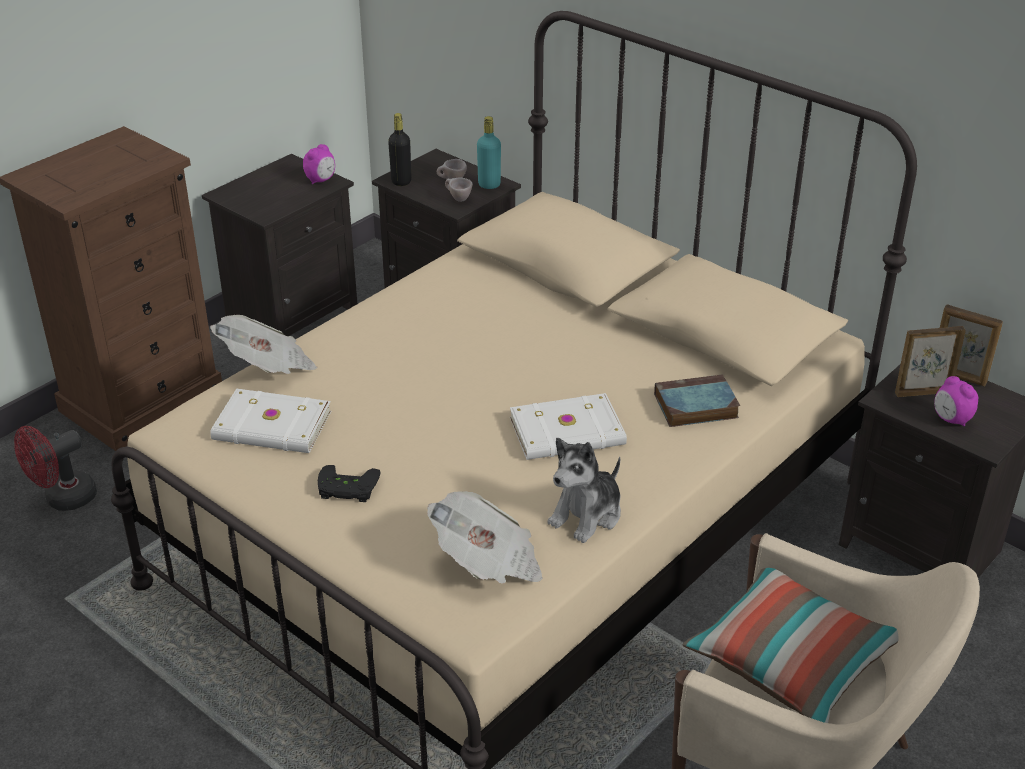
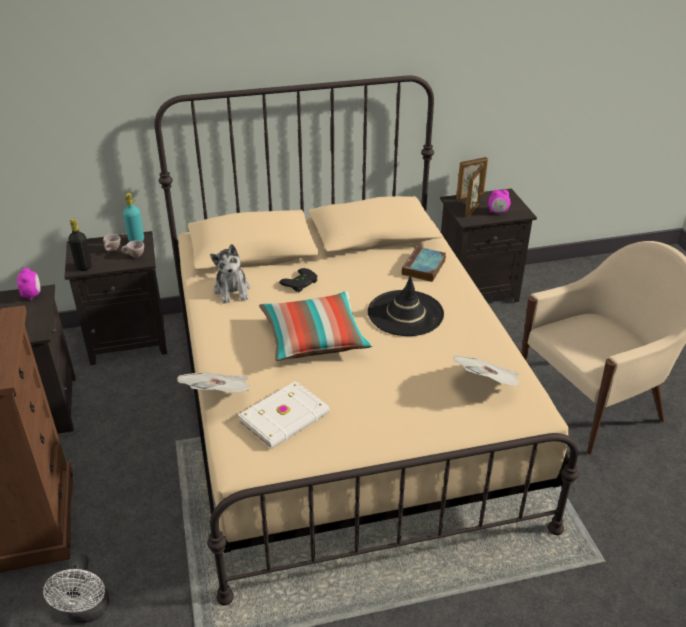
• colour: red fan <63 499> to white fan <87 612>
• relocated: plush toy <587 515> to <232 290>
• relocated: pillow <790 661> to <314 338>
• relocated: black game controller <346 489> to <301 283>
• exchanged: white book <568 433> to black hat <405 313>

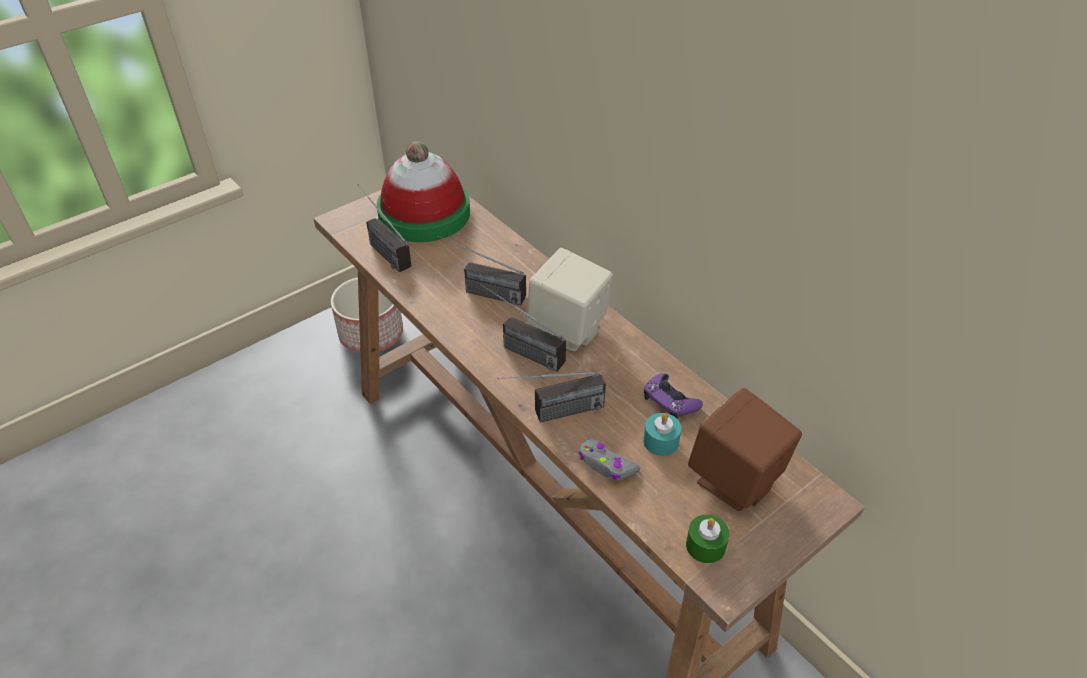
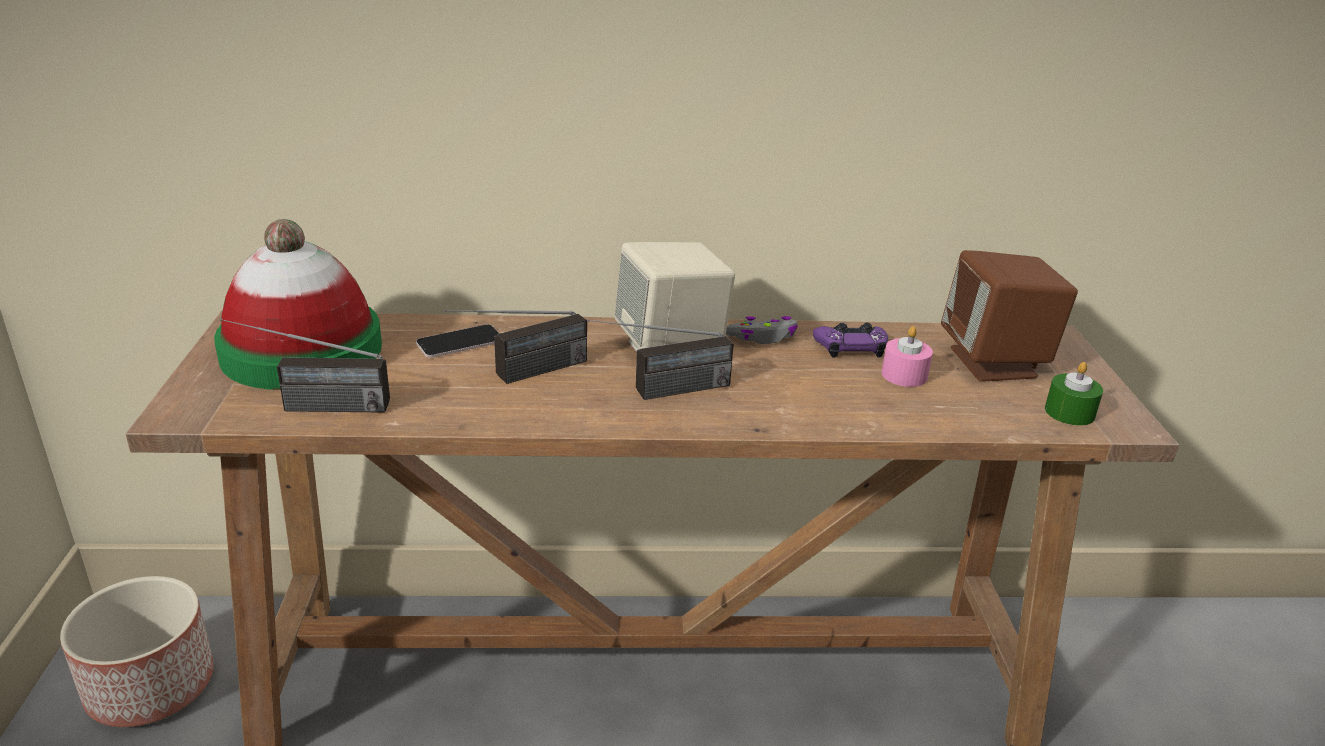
• appeared: phone <460 342>
• relocated: grey game controller <606 465> to <762 337>
• colour: turquoise candle <661 441> to pink candle <904 375>
• missing: radio <552 414>

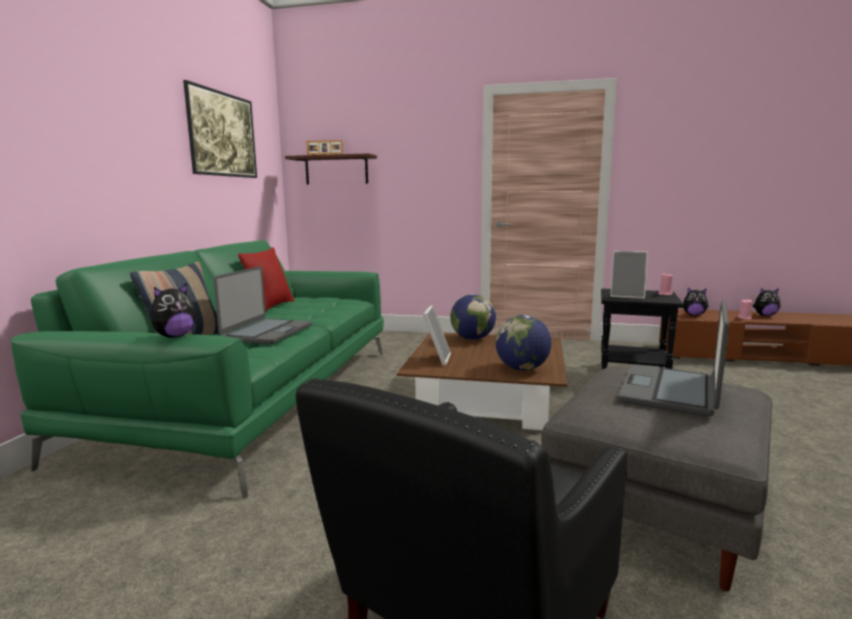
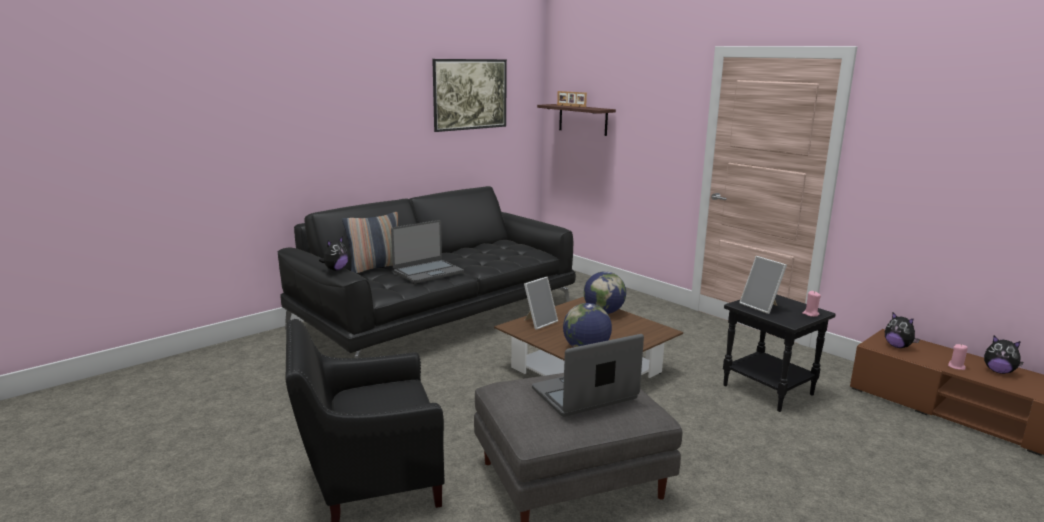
• colour: green sofa <256 396> to black sofa <438 316>
• spun: plush toy <175 336> = <335 269> 45 degrees counterclockwise
• missing: red pillow <271 306>

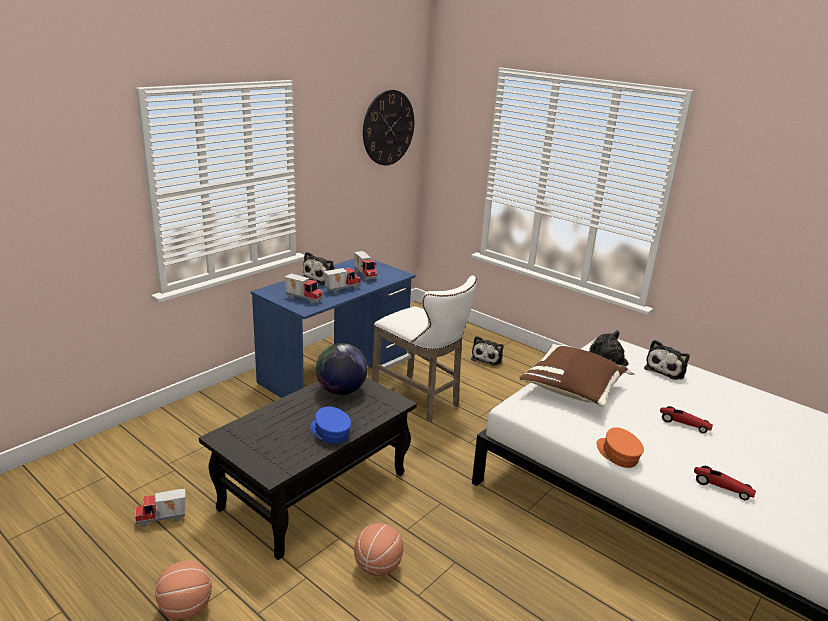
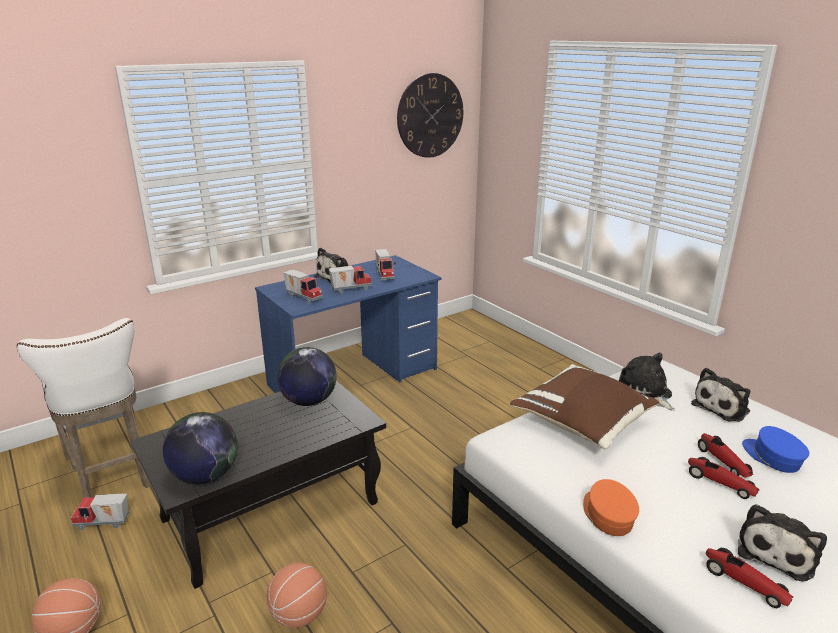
• relocated: white stool <420 400> to <111 473>
• appeared: globe <205 476>
• appeared: toy car <723 461>
• relocated: plush toy <488 358> to <776 551>
• relocated: blue cap <330 432> to <772 457>

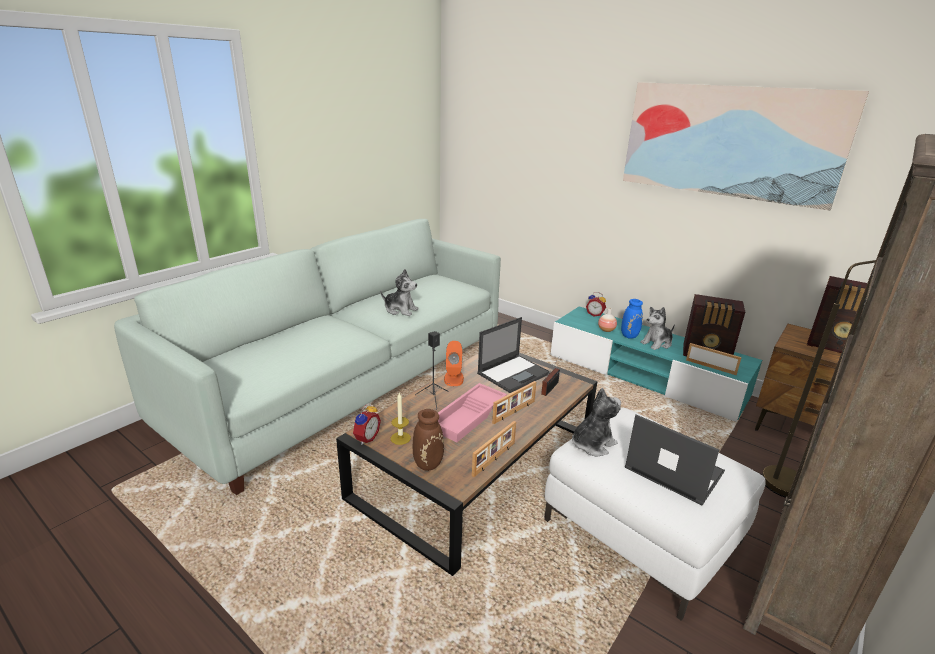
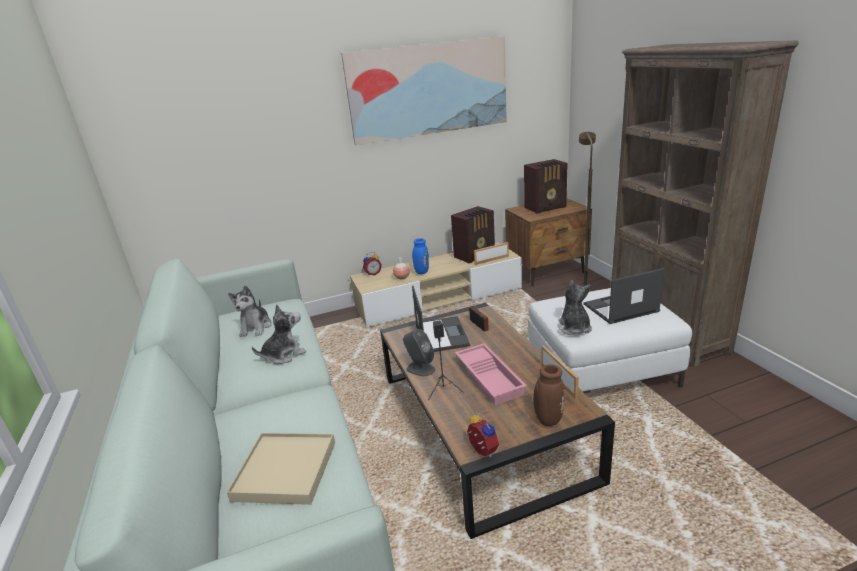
• appeared: beige tray <285 471>
• relocated: plush toy <657 343> to <256 327>
• colour: turquoise tv stand <644 376> to beige tv stand <438 298>
• colour: orange speaker <453 378> to grey speaker <420 369>
• missing: candle <400 438>
• missing: picture frame <514 412>

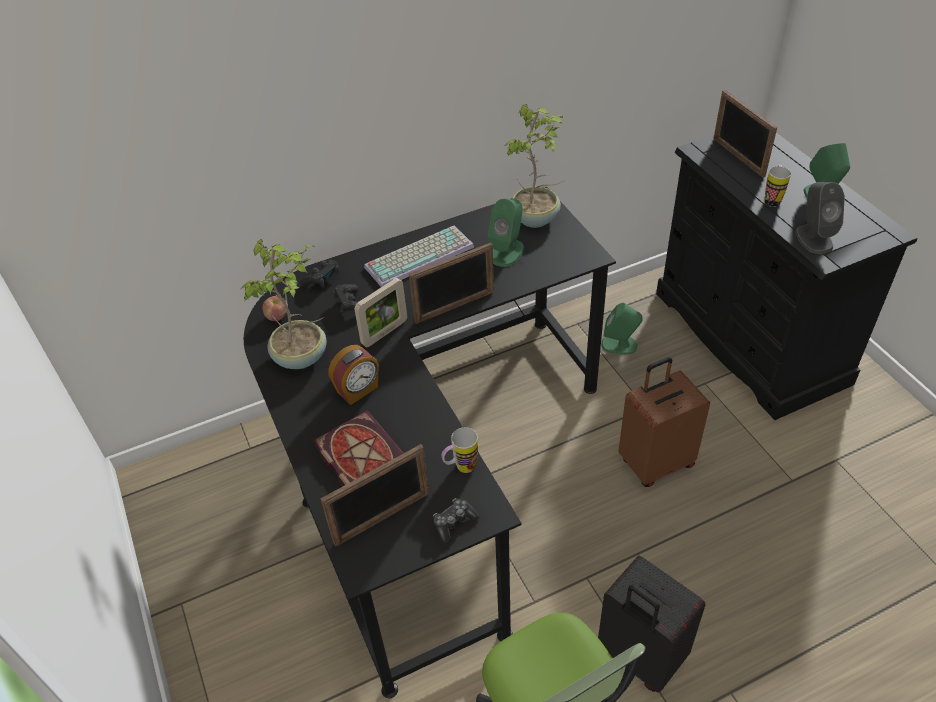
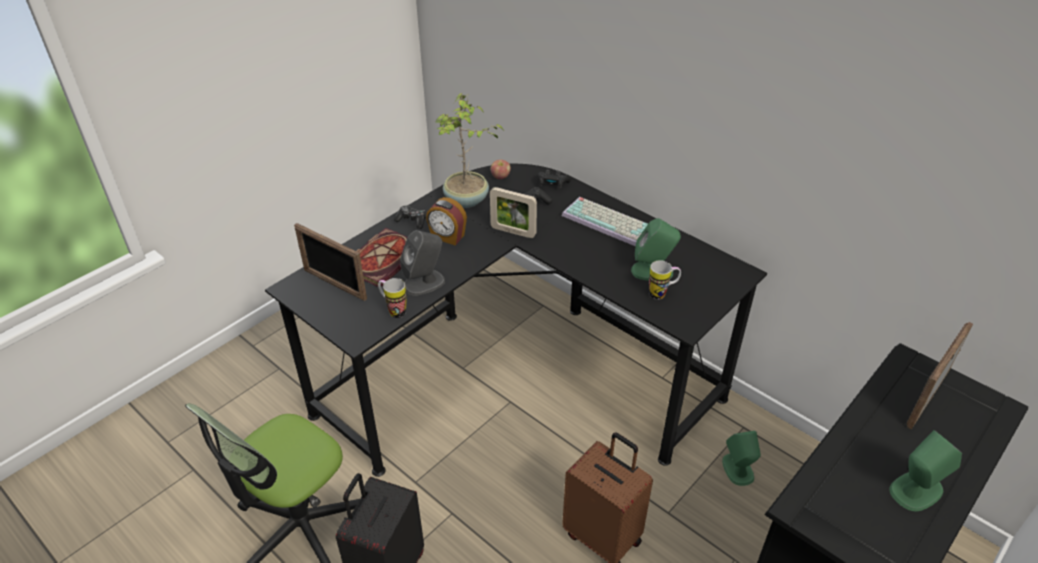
• relocated: game controller <454 523> to <412 221>
• relocated: grey speaker <813 238> to <424 283>
• relocated: mug <772 199> to <662 294>
• missing: picture frame <455 307>
• missing: potted plant <536 219>

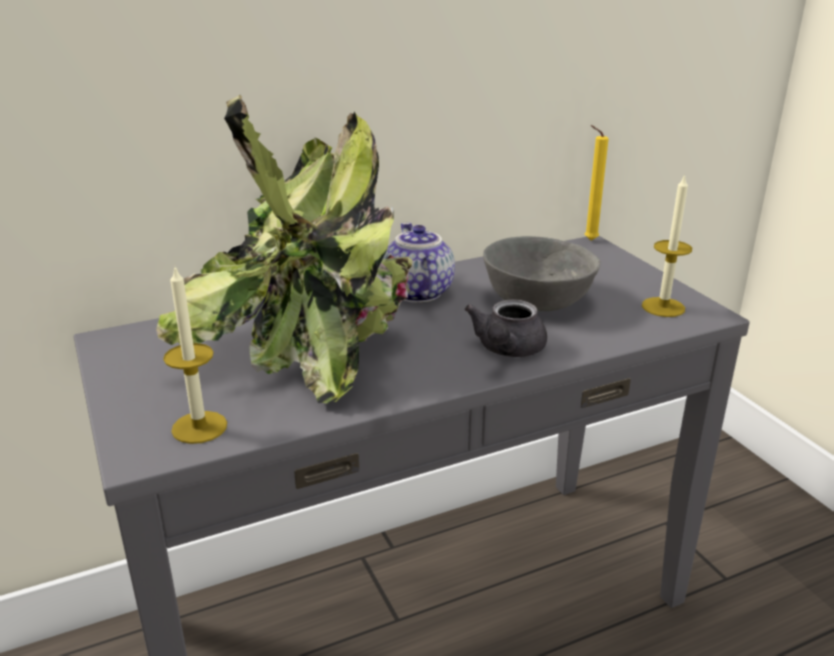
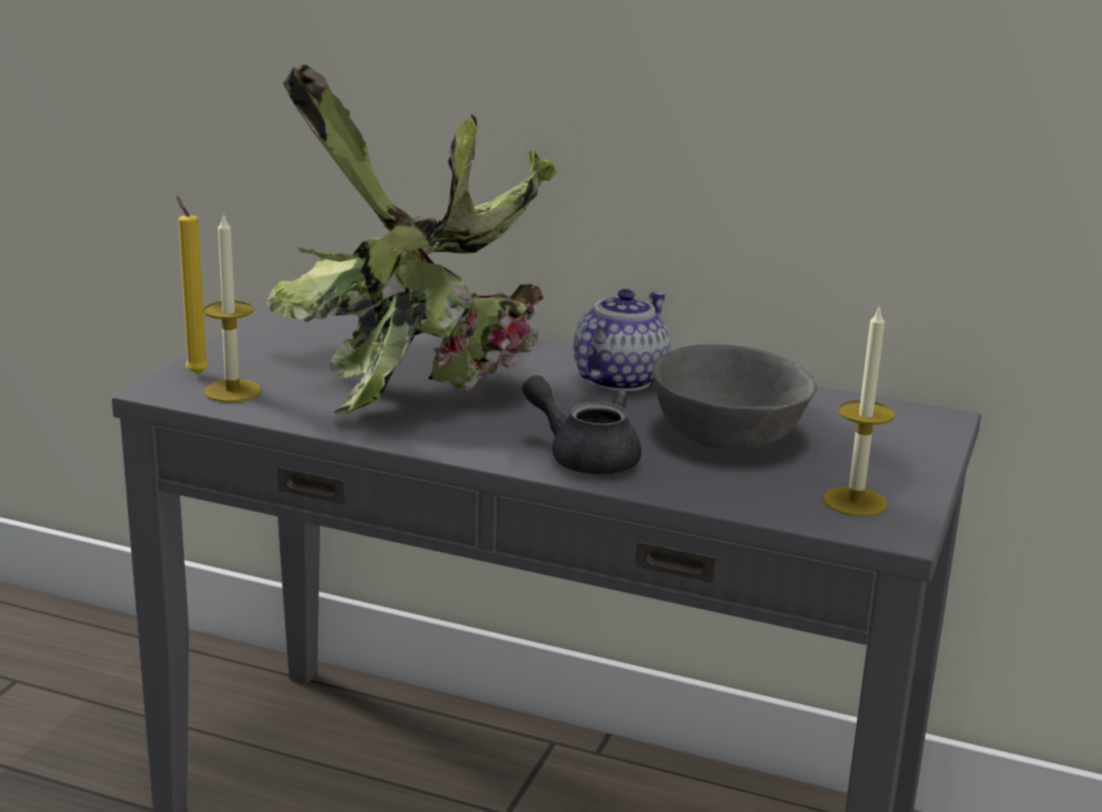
• relocated: yellow candle <588 240> to <195 373>
• spun: grey teapot <507 350> = <585 456> 60 degrees clockwise

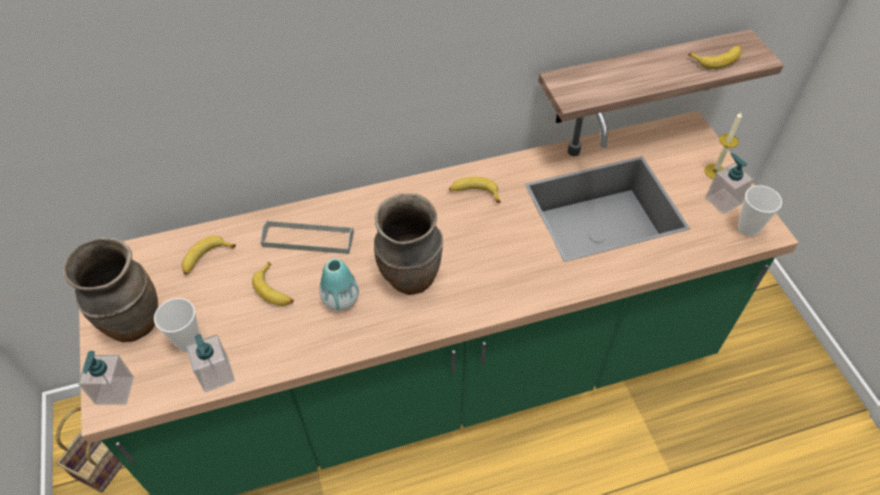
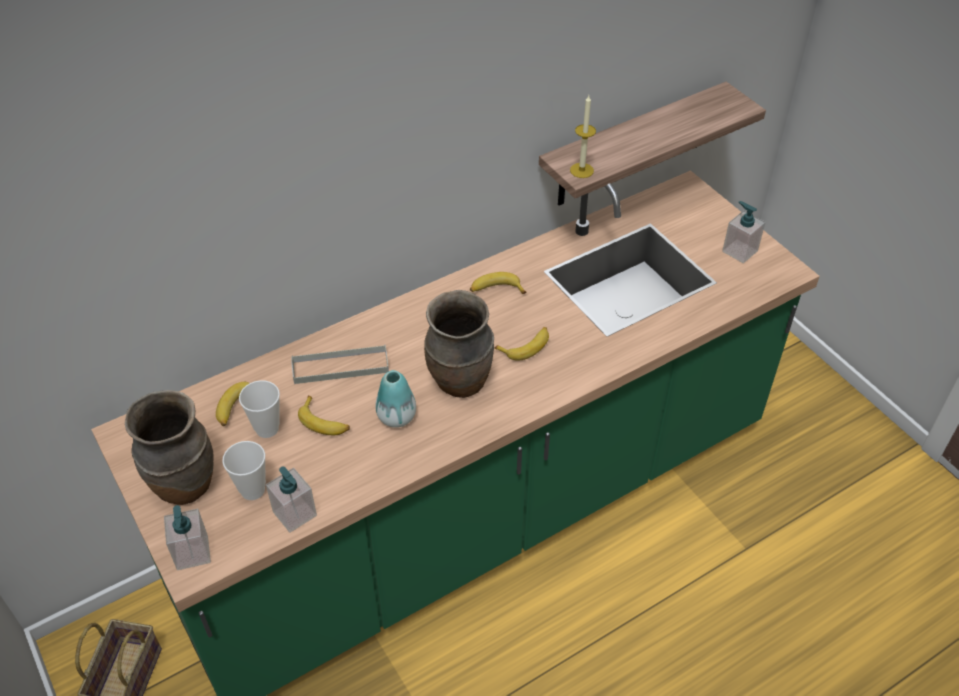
• relocated: cup <747 228> to <267 429>
• relocated: banana <717 59> to <526 346>
• relocated: candle <715 172> to <581 170>

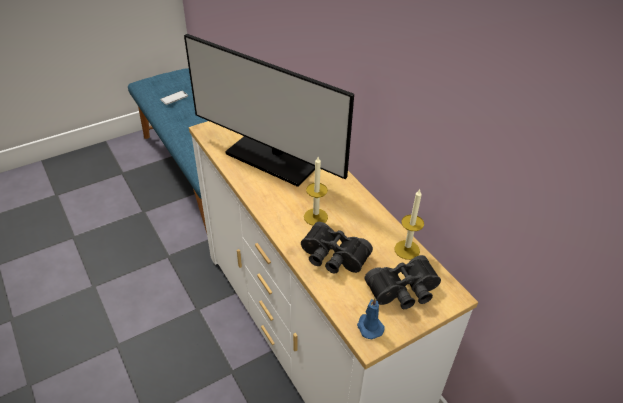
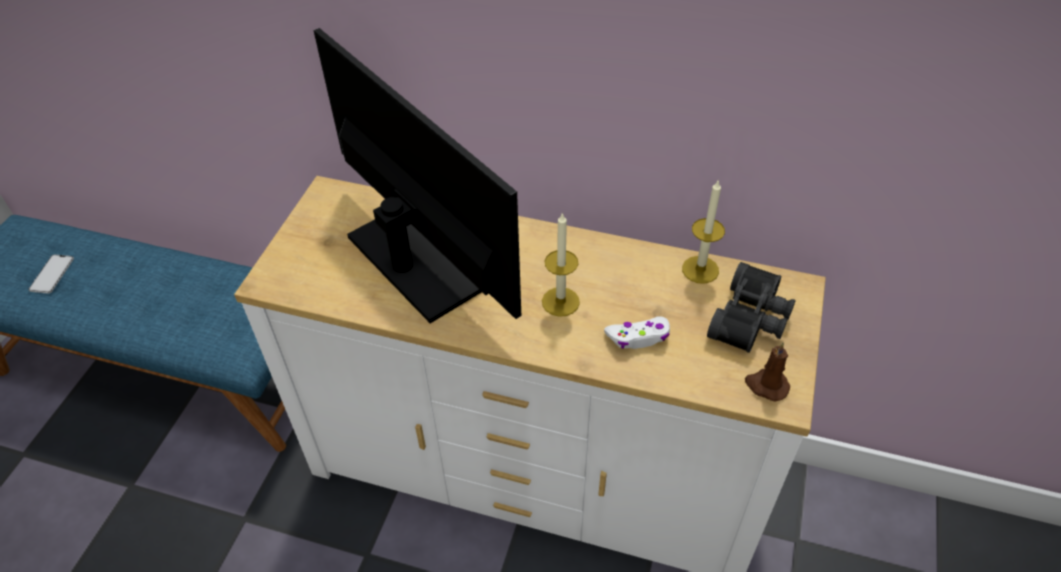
• spun: monitor <272 159> = <415 262> 120 degrees counterclockwise
• exchanged: black binoculars <332 258> to white game controller <638 337>
• colour: blue candle <369 326> to brown candle <766 385>

